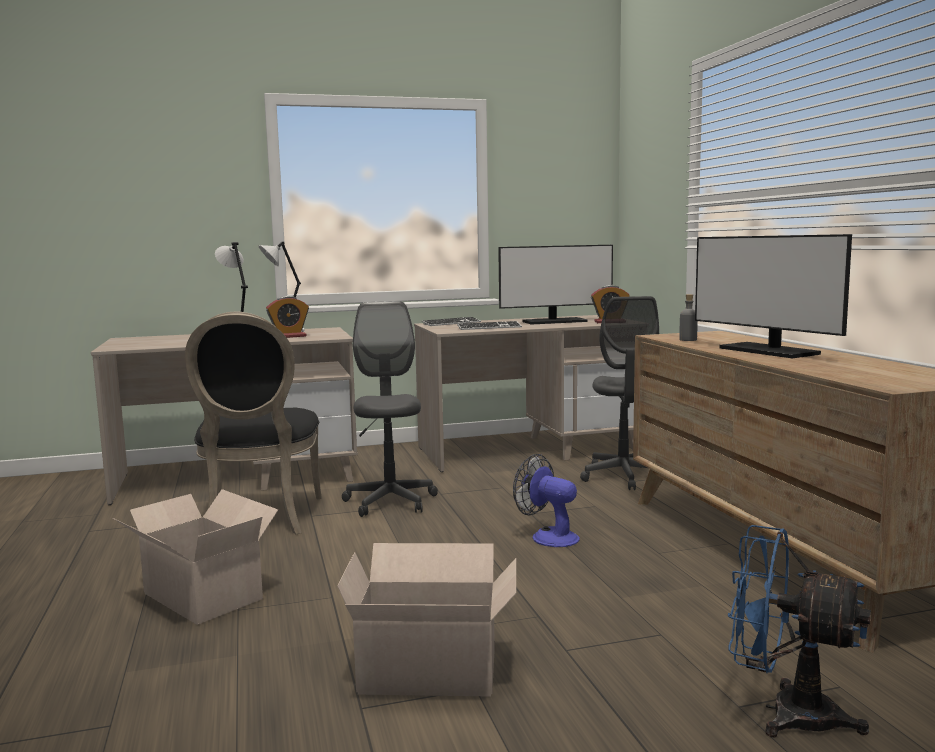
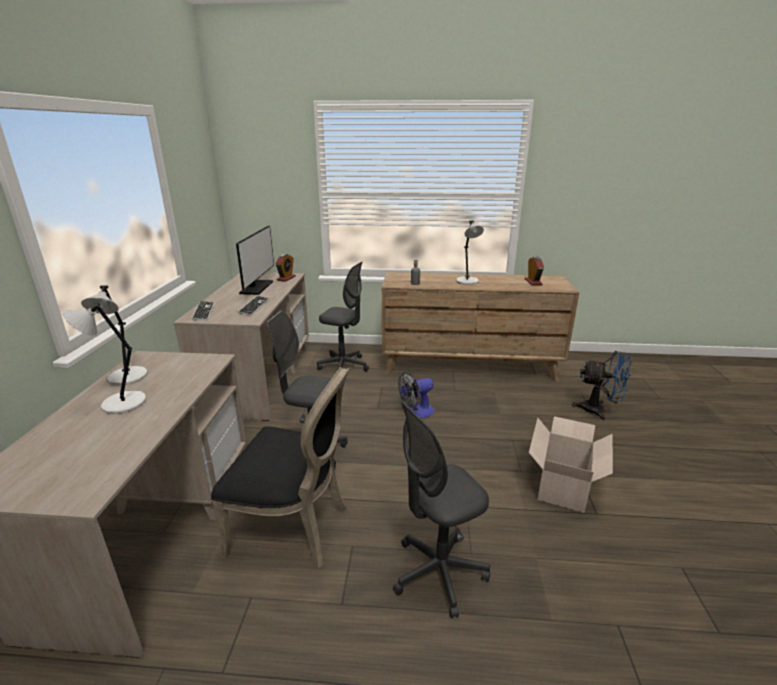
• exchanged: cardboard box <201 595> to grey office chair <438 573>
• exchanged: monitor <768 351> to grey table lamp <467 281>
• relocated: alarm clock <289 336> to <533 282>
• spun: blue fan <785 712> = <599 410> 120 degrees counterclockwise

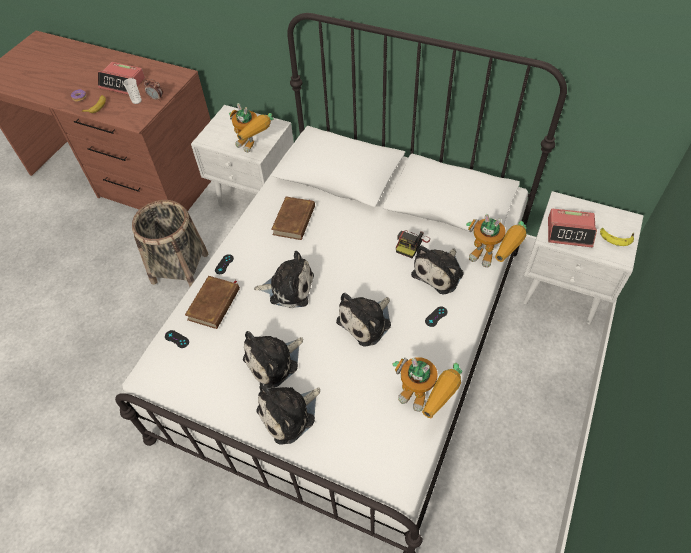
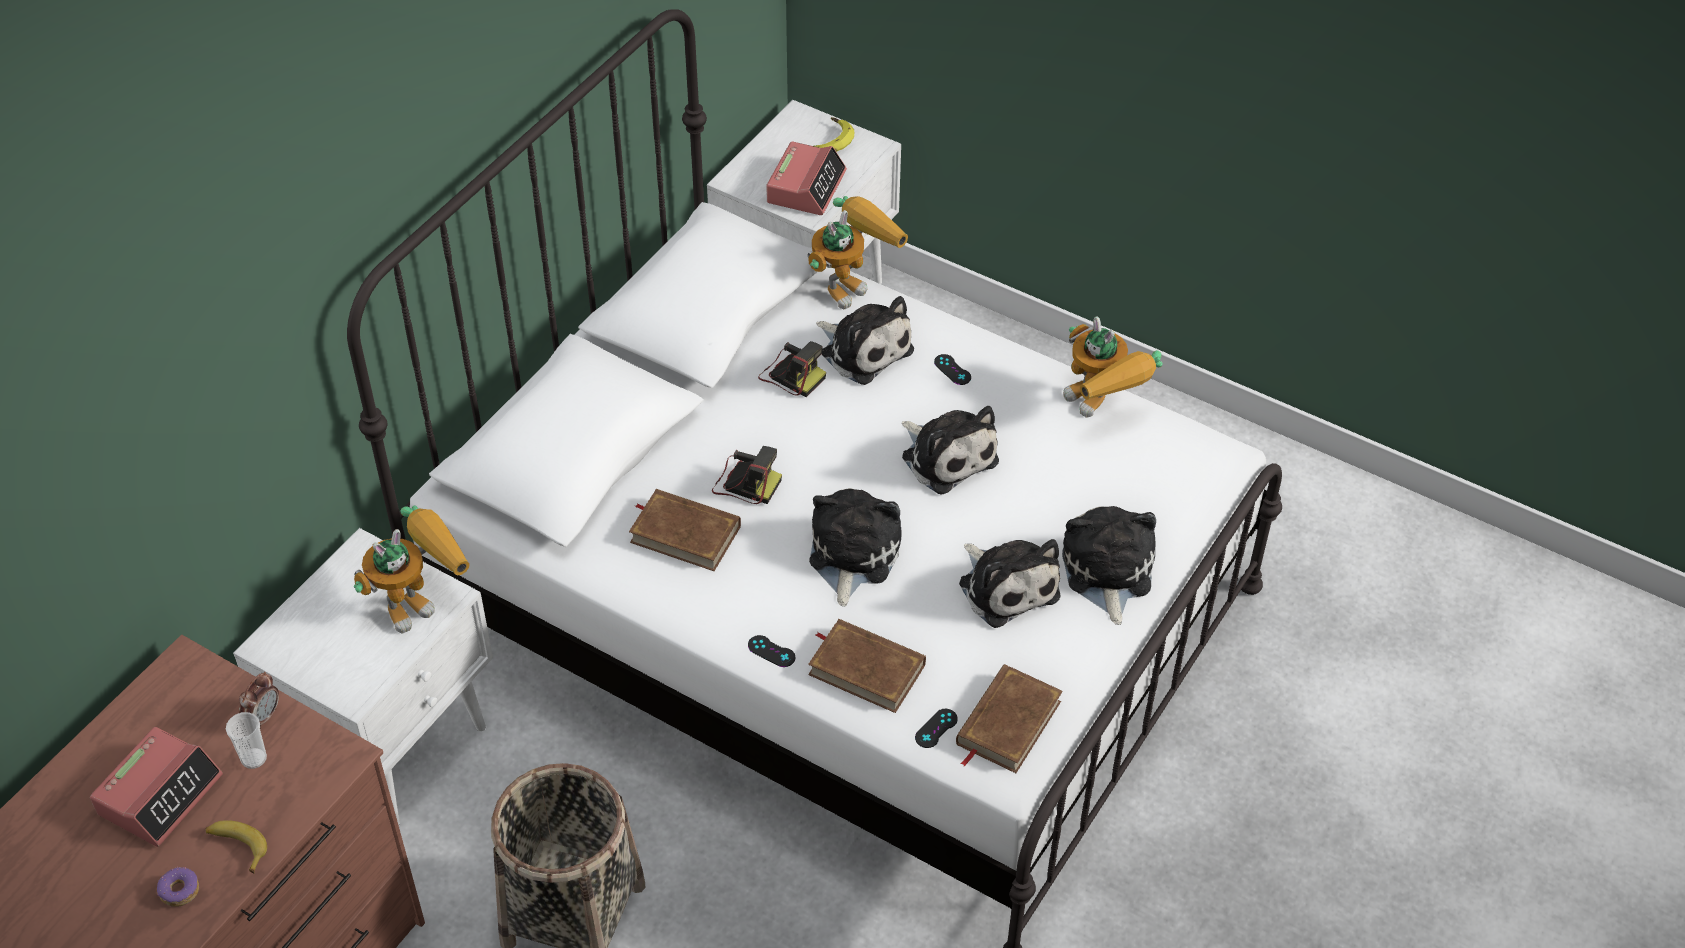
• appeared: photo camera <745 483>
• appeared: brown book <1007 723>
• spun: plush toy <289 414> = <1107 572> 150 degrees counterclockwise
• spun: toy robot <425 400> = <1102 408> 105 degrees clockwise

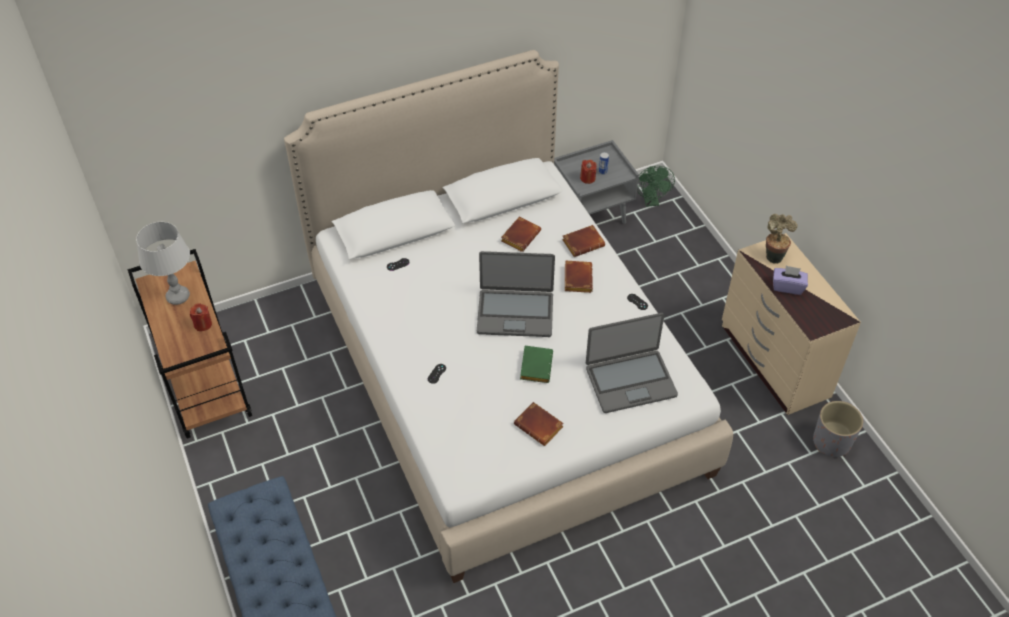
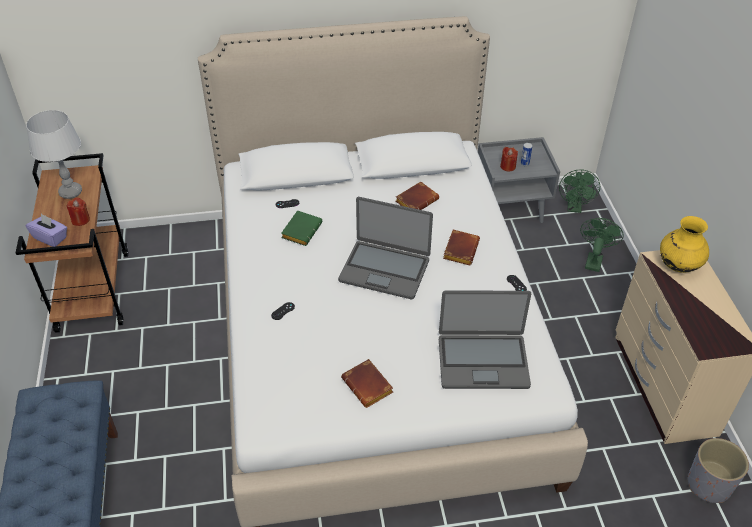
• relocated: purple tissue box <787 286> to <50 238>
• relocated: green book <535 366> to <301 230>
• appeared: green fan <594 259>
• exchanged: potted plant <773 256> to yellow vase <678 265>
• missing: brown book <583 243>

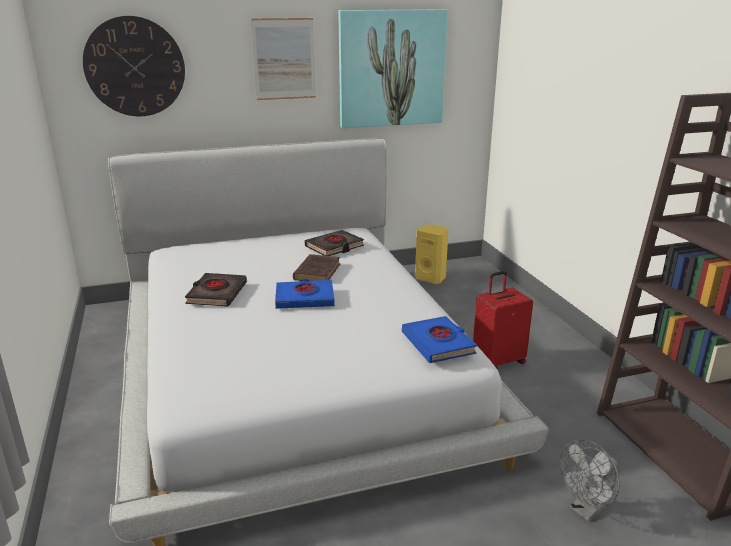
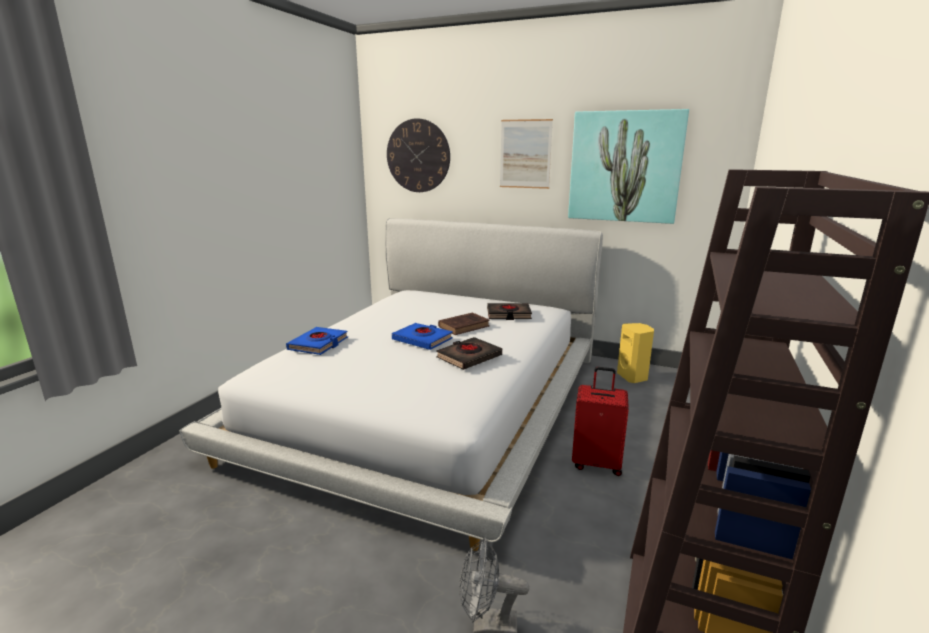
• relocated: blue book <438 344> to <318 344>
• relocated: black book <216 294> to <469 357>

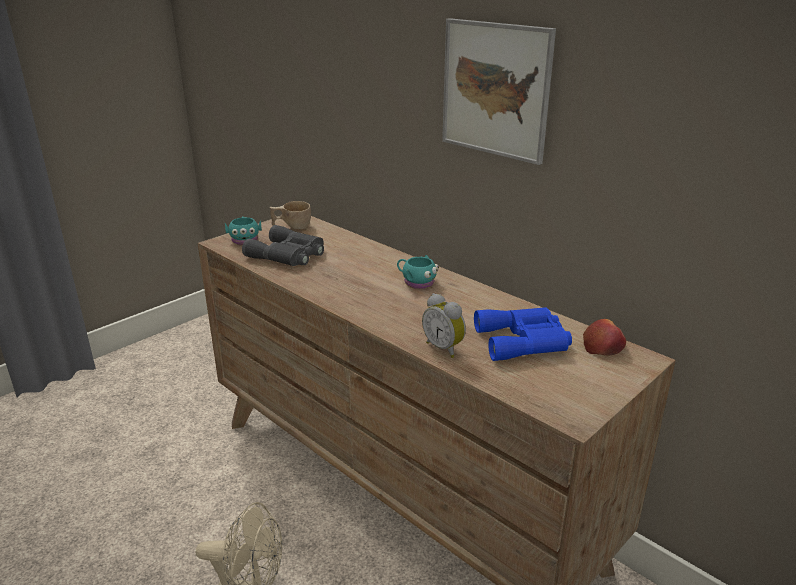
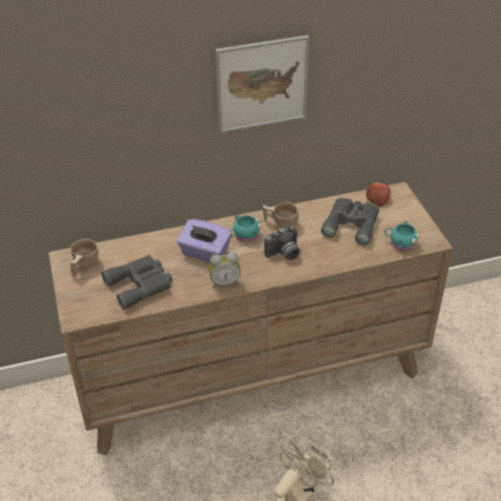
• appeared: purple tissue box <204 253>
• relocated: alarm clock <444 348> to <224 282>
• appeared: beige cup <280 223>
• appeared: photo camera <284 254>
• colour: blue binoculars <525 341> to grey binoculars <352 223>
• relocated: turquoise mug <244 239> to <400 243>

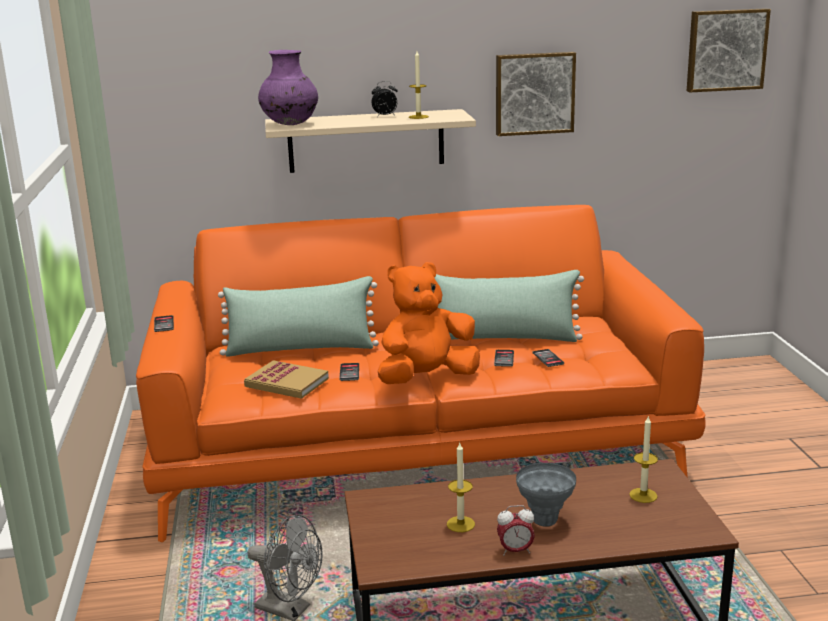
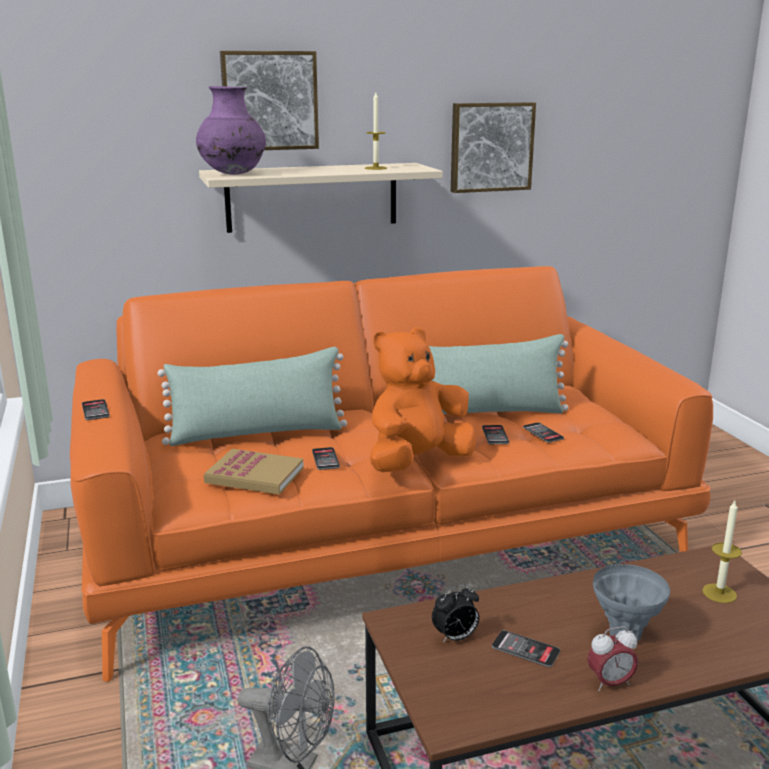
• relocated: picture <725 50> to <269 101>
• relocated: alarm clock <385 116> to <455 638>
• exchanged: candle <460 524> to phone <525 649>

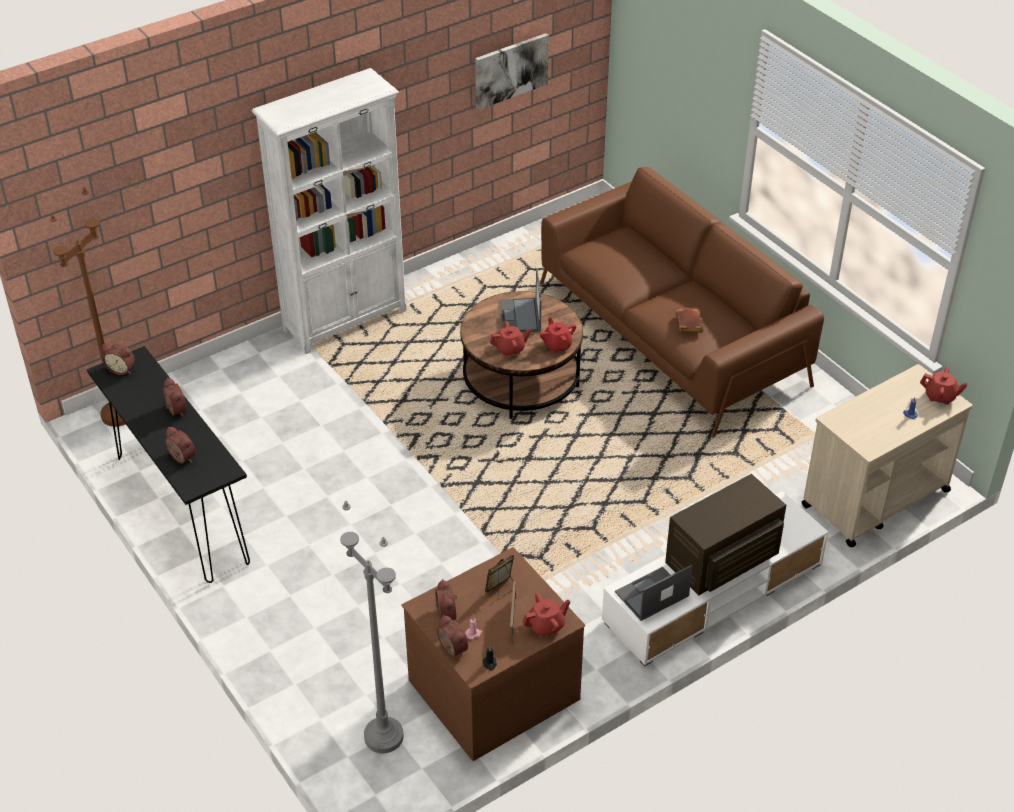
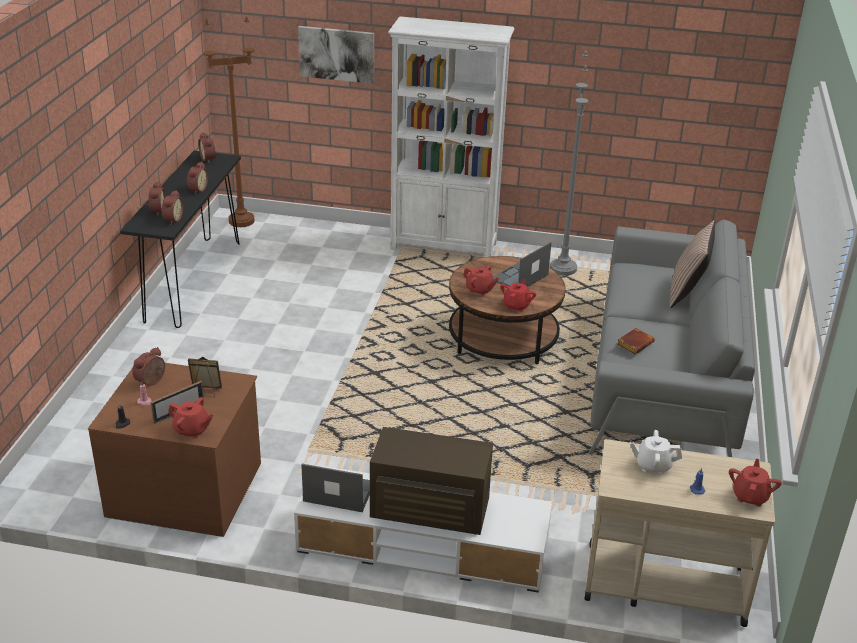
• relocated: alarm clock <450 650> to <172 219>
• relocated: picture <510 70> to <337 54>
• relocated: grey floor lamp <383 736> to <563 269>
• colour: brown sofa <671 333> to grey sofa <664 375>
• appeared: white teapot <653 465>
• appeared: pillow <687 292>
• spun: red teapot <940 396> = <750 496> 135 degrees counterclockwise

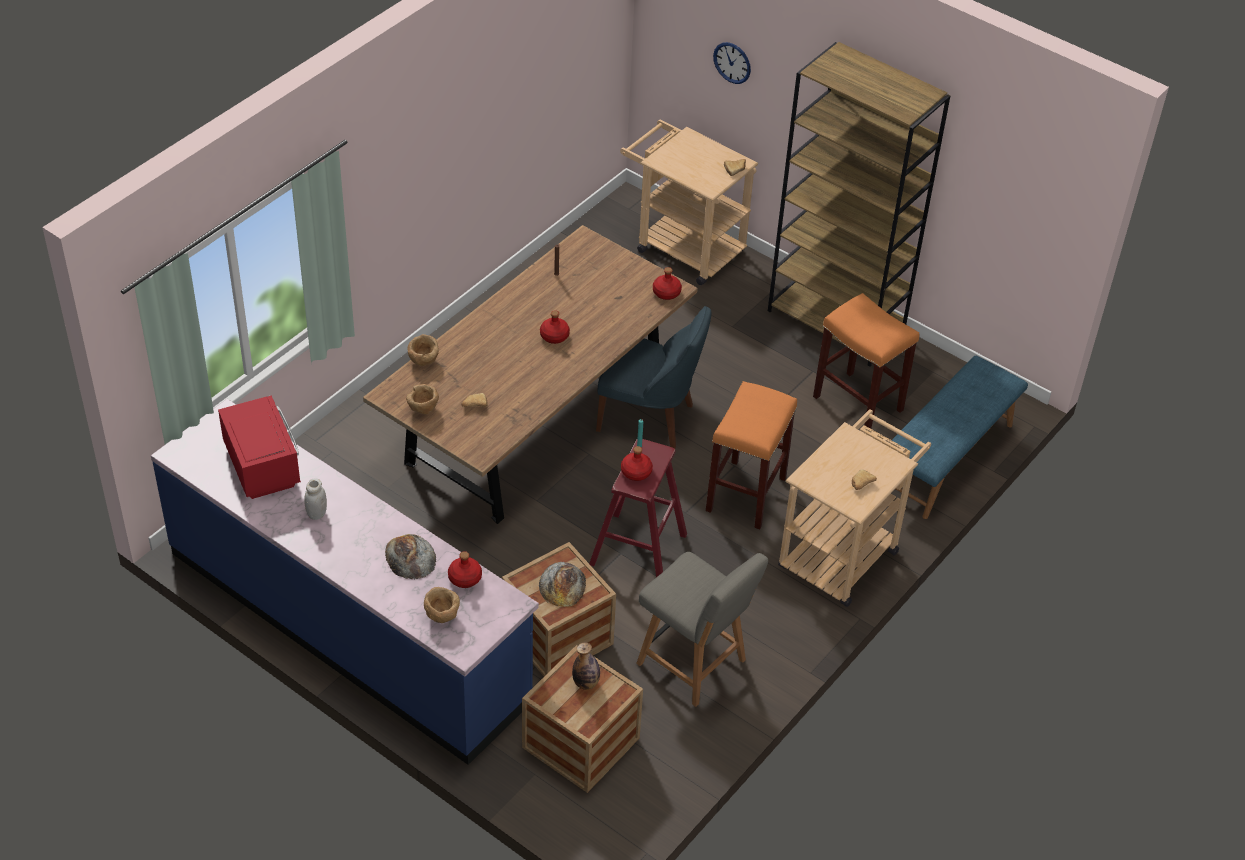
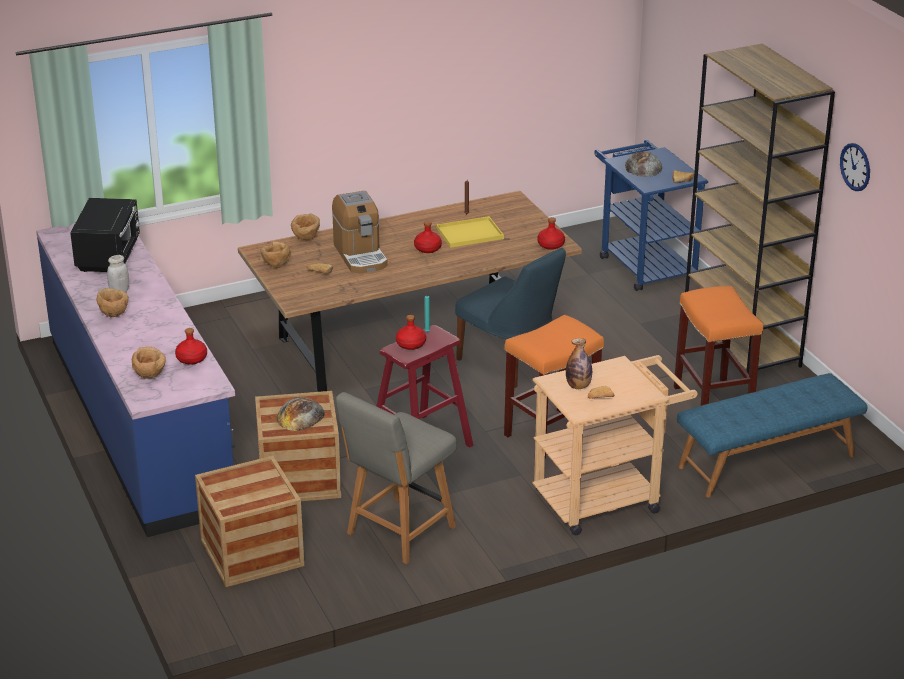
• colour: red microwave <262 465> to black microwave <109 255>
• appeared: brown bowl <114 314>
• appeared: coffee machine <360 255>
• spun: grey chair <694 664> = <398 532> 60 degrees clockwise
• appeared: yellow tray <470 233>
• relocated: bottle <586 683> to <578 386>
• colour: beige cart <683 246> to blue cart <643 263>
• relocated: bread <410 557> to <643 167>
• relocated: wall clock <732 62> to <855 167>

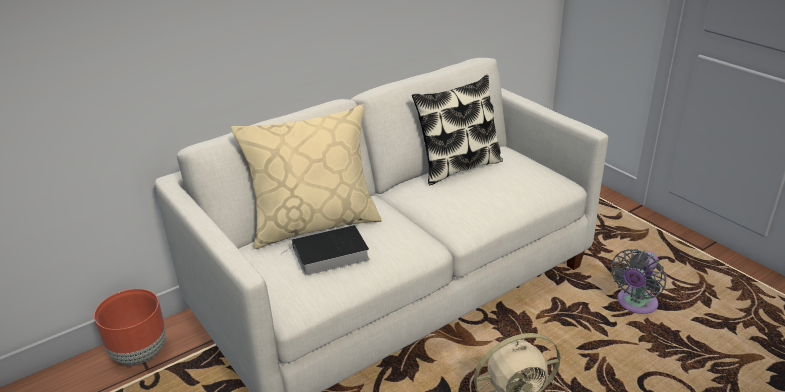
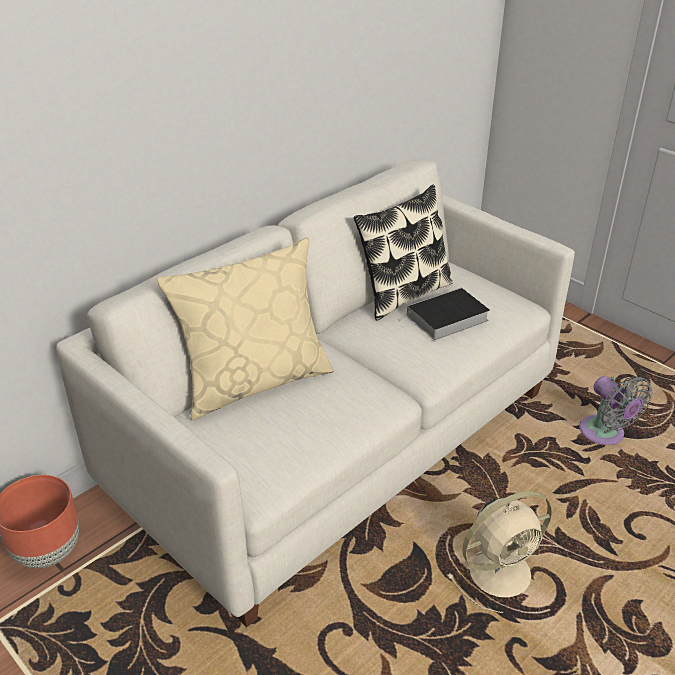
• relocated: book <328 255> to <445 319>
• spun: grey fan <635 304> = <605 434> 60 degrees counterclockwise

